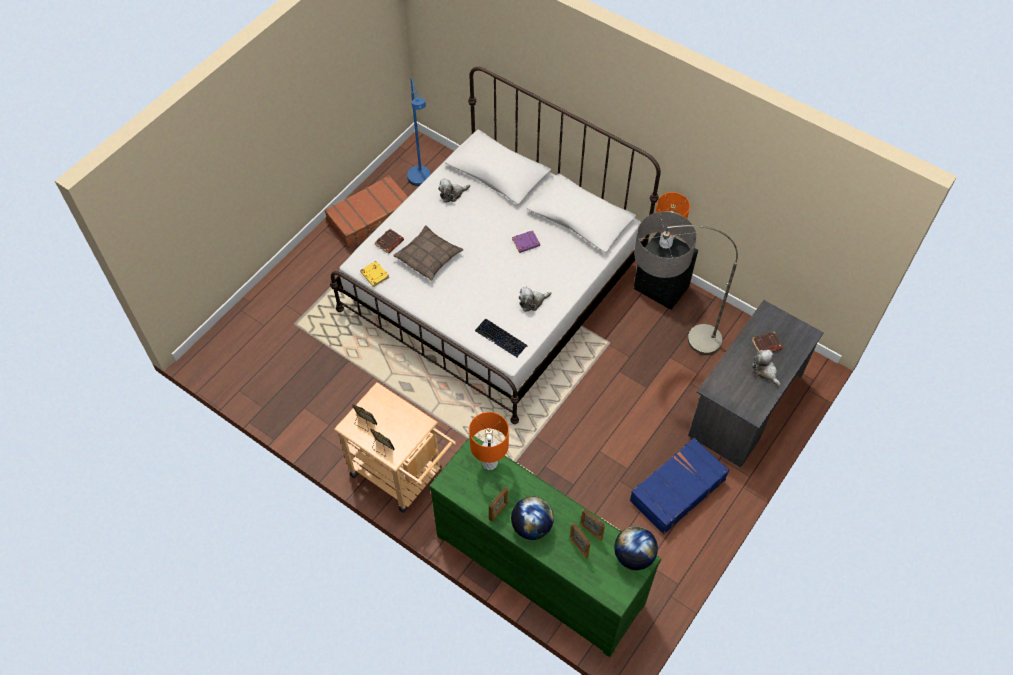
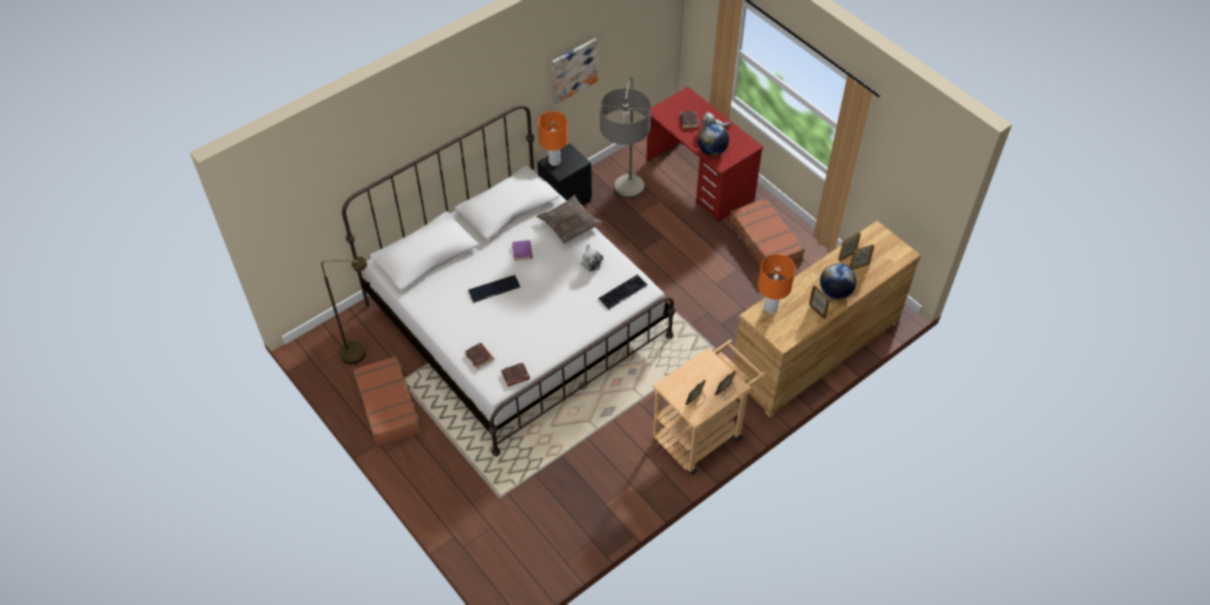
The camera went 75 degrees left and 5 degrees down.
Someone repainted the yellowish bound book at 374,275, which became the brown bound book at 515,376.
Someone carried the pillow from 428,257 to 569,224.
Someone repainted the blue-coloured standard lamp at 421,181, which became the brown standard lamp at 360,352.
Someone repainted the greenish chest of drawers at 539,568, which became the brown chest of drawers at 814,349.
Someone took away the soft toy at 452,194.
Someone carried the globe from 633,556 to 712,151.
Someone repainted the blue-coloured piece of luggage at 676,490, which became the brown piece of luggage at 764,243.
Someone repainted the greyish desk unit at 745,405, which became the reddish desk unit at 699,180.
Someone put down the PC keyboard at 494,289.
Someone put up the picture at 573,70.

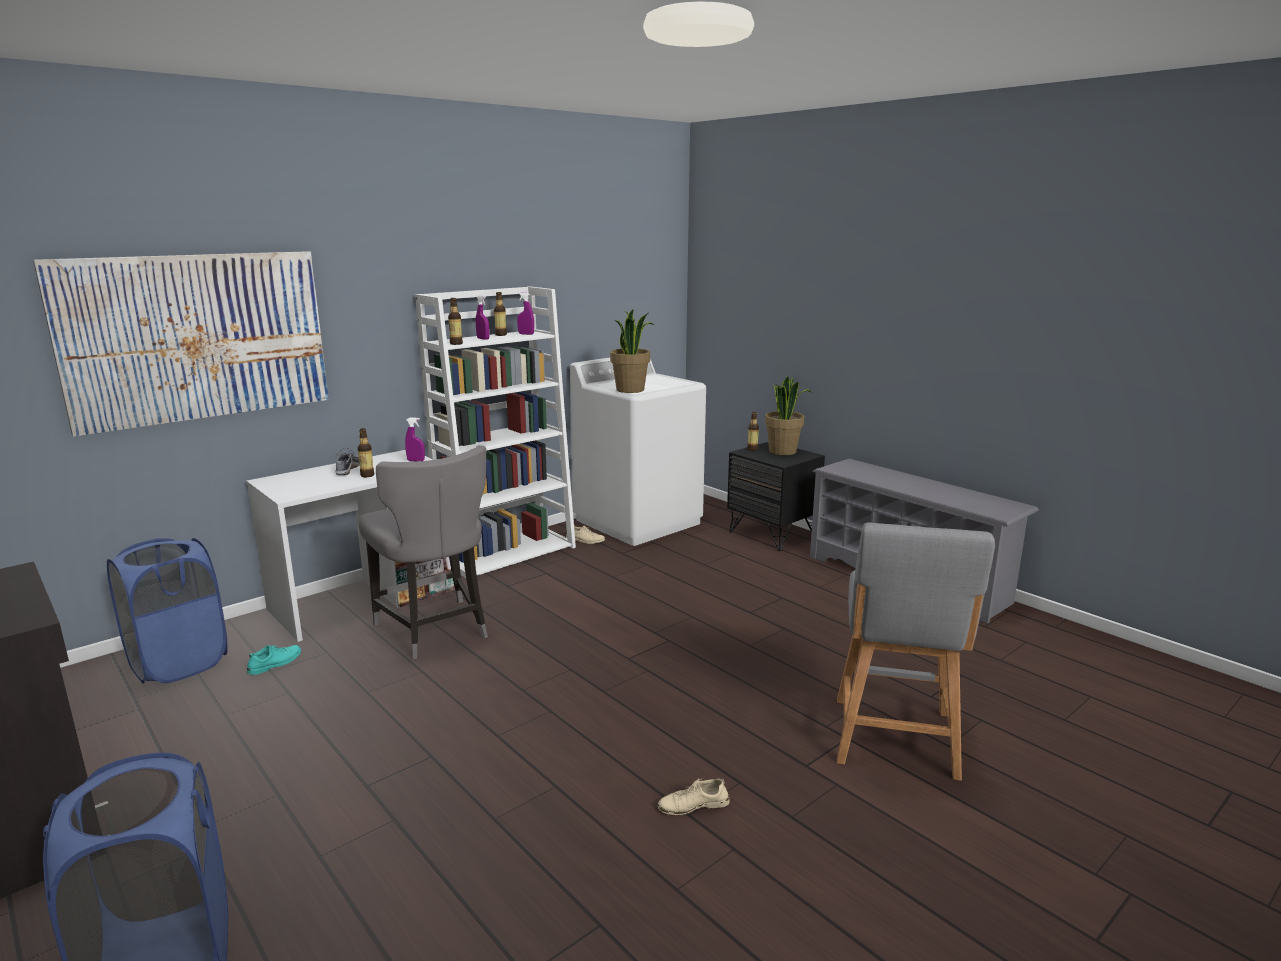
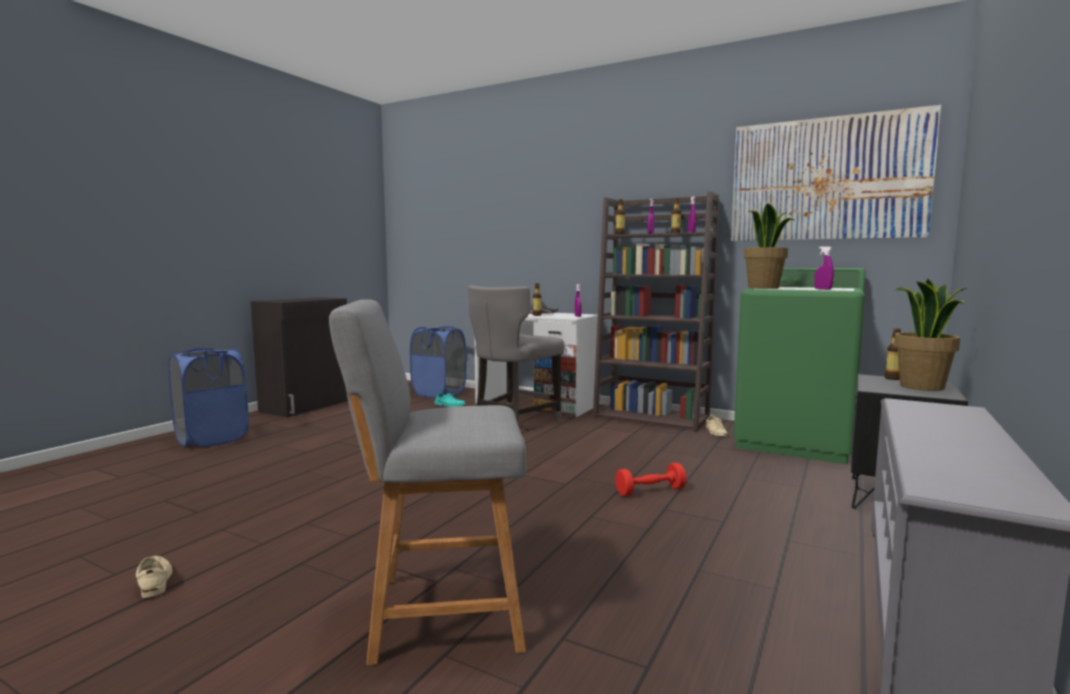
The camera went 70 degrees right and 10 degrees down.
Someone carried the picture from 197,337 to 827,179.
Someone repainted the white-coloured bookcase at 508,553, which became the brown bookcase at 652,418.
Someone repainted the white-coloured laundry machine at 638,521, which became the greenish laundry machine at 795,442.
Someone carried the sand-coloured item of footwear from 693,805 to 155,580.
Someone put down the reddish free weight at 650,491.
Someone put down the purple sprayer at 823,289.

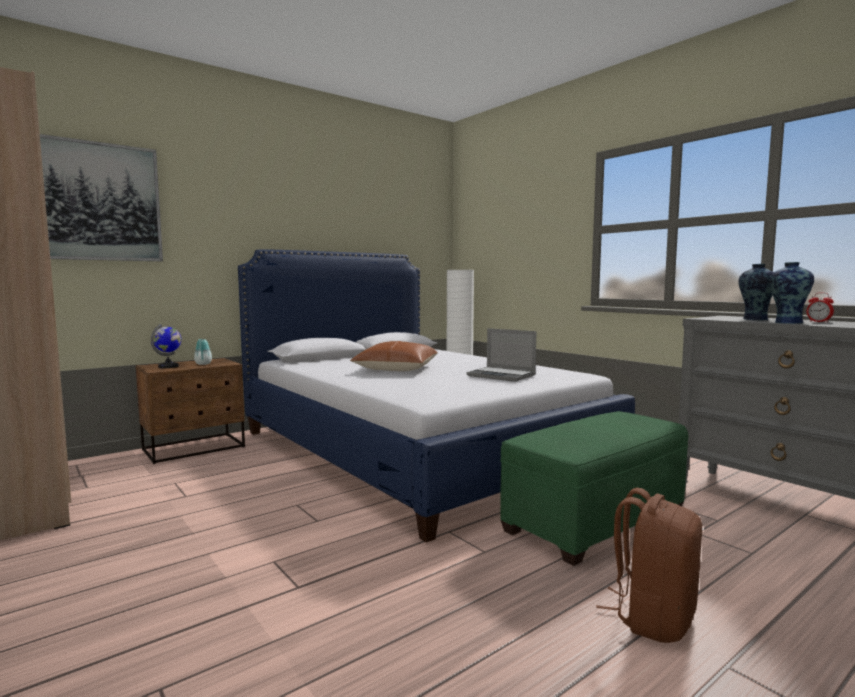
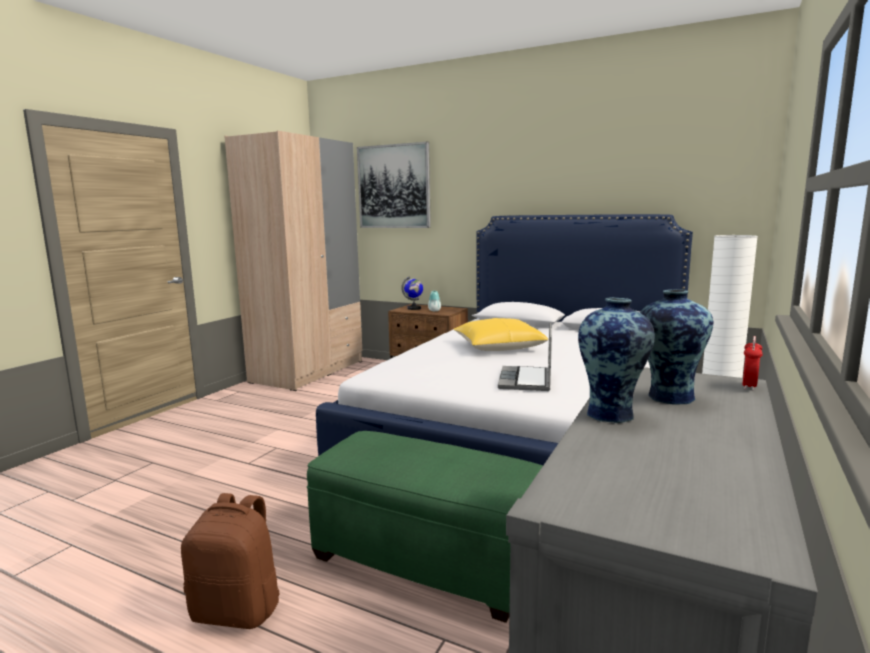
The camera went 65 degrees right and 5 degrees up.
Someone repainted the brown pillow at 396,369, which became the yellowish pillow at 498,347.
Someone carried the bedside clock from 819,322 to 749,386.

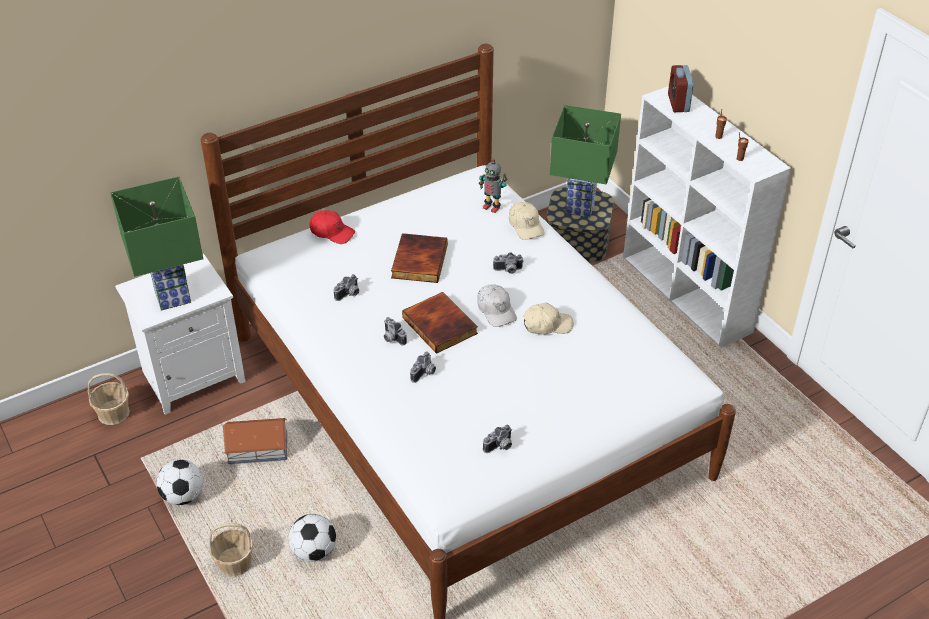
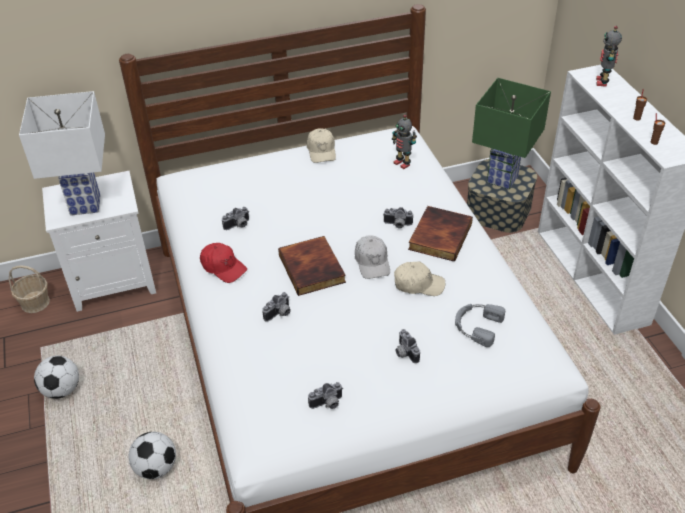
The camera went 15 degrees right and 0 degrees up.
Someone repainted the greenish table lamp at 172,298, which became the white-coloured table lamp at 84,205.
Someone took away the basket at 234,562.
Someone took away the toy house at 258,448.
Someone carried the reddish peaked cap from 332,232 to 223,267.
Someone carried the still camera from 392,338 to 404,353.
Someone carried the bound book from 418,261 to 439,236.
Someone carried the sand-coloured peaked cap from 526,226 to 321,151.
Someone swapped the bedside clock at 678,103 for the model robot at 603,82.
Someone put down the greyish headset at 477,326.

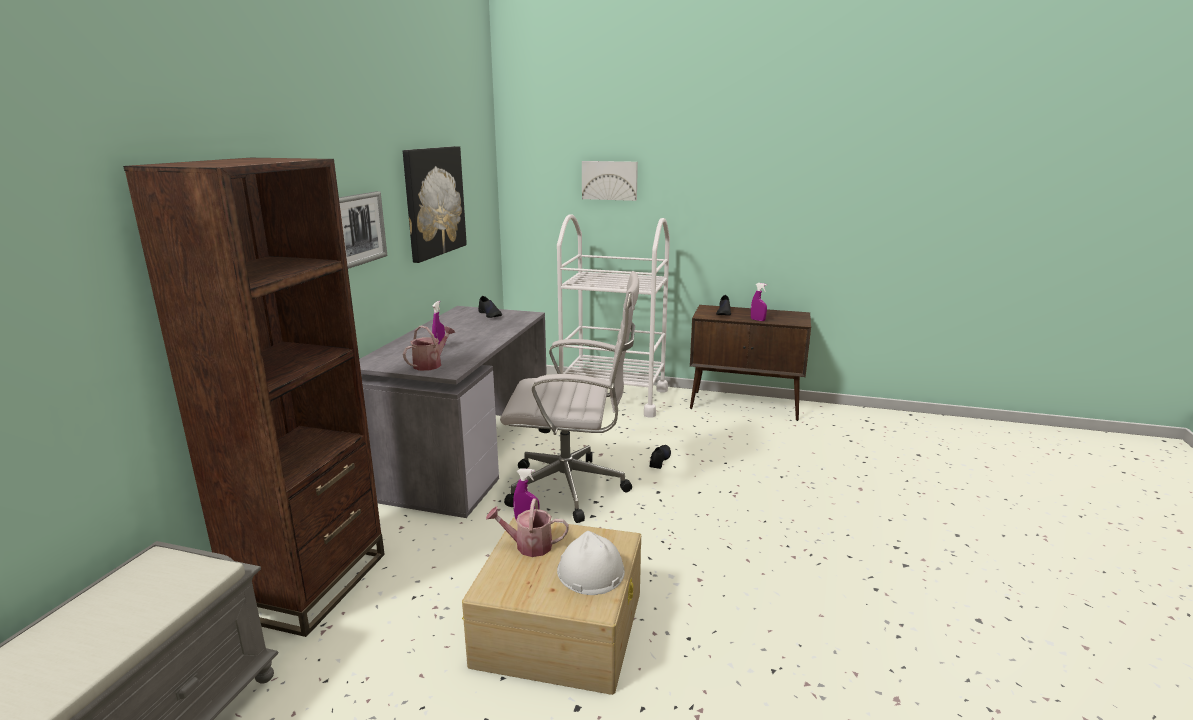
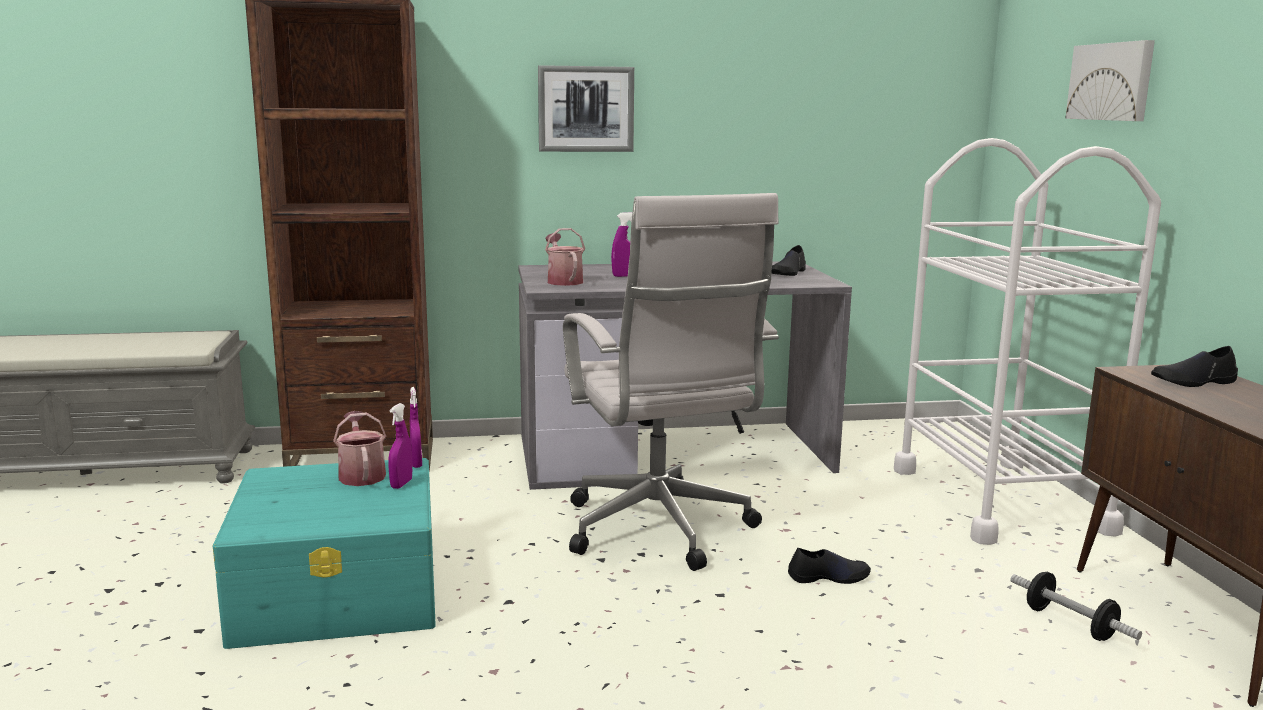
The camera went 65 degrees right and 5 degrees down.
Someone took away the picture at 434,202.
Someone rotated the watering can at 430,364 by 120 degrees counterclockwise.
Someone repainted the sand-coloured storage container at 560,626, which became the turquoise storage container at 340,590.
Someone took away the white-coloured safety helmet at 590,571.
Someone carried the purple sprayer from 757,320 to 401,484.
Someone put down the free weight at 1070,624.

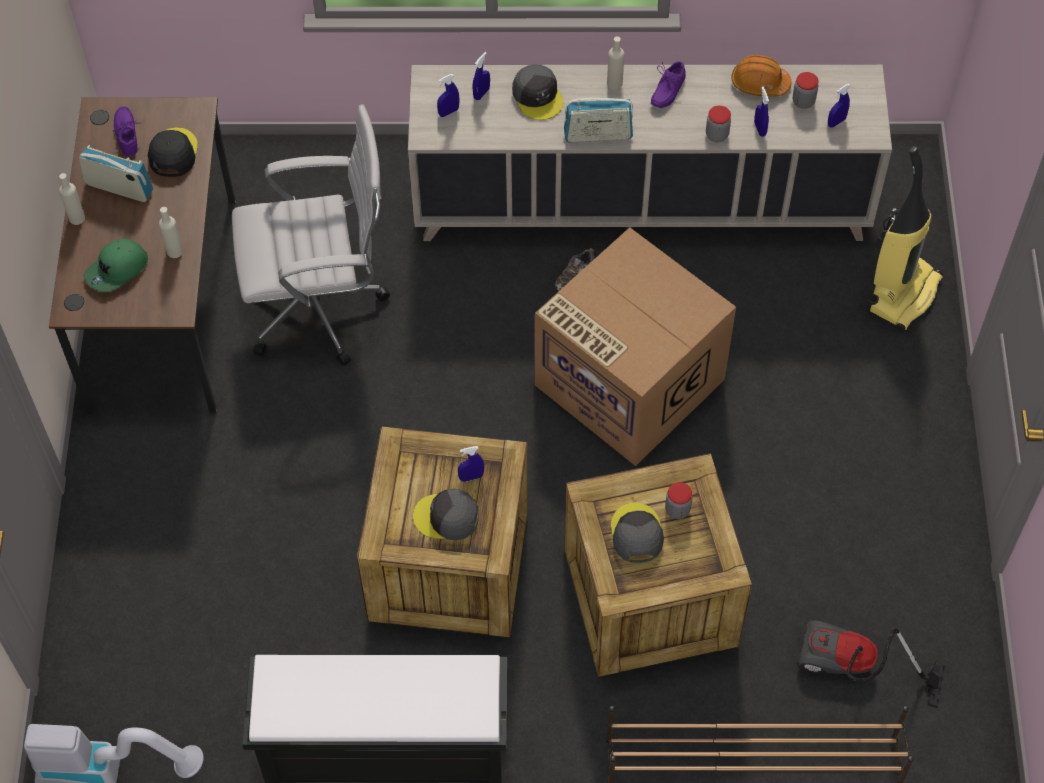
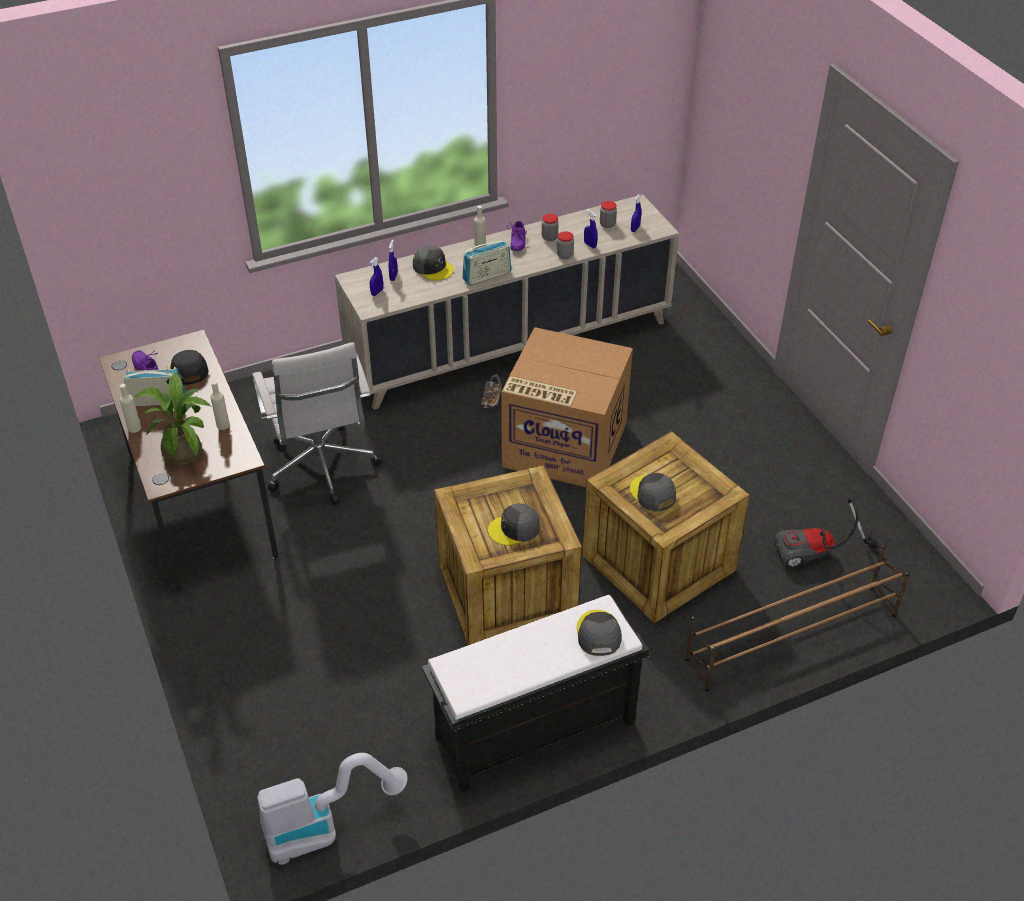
The camera went 25 degrees left and 15 degrees down.
Someone swapped the greenish peaked cap at 117,270 for the potted plant at 184,449.
Someone rotated the white-coloured desk chair at 321,307 by 105 degrees clockwise.
Someone took away the blue-coloured sprayer at 471,477.
Someone carried the jar from 677,509 to 549,237.
Someone took away the orangey safety helmet at 759,83.
Someone took away the hoover at 902,293.
Someone put down the greyish peaked cap at 598,634.

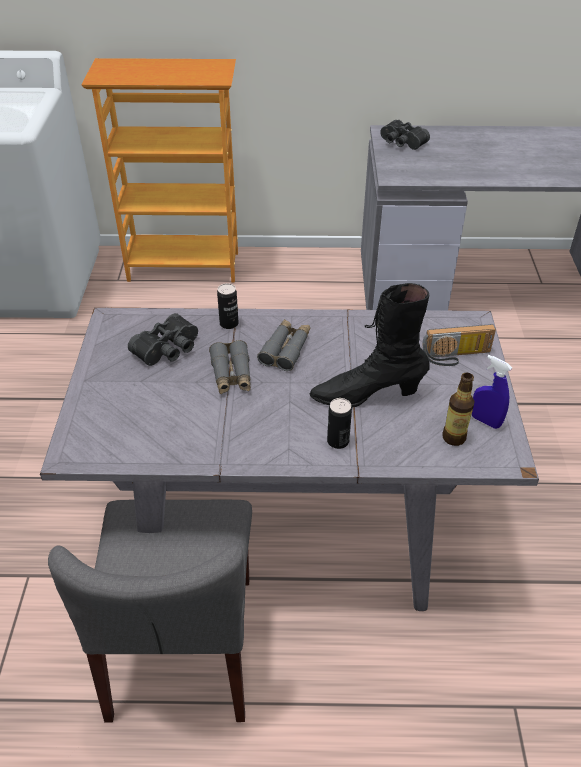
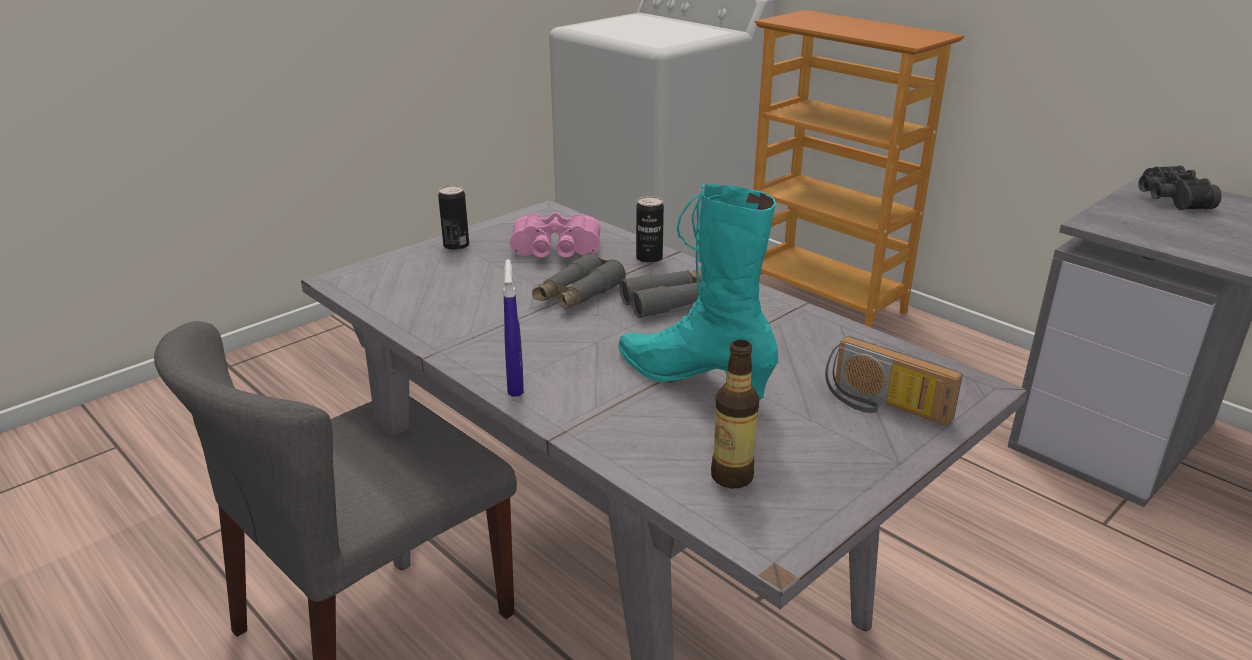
The camera went 45 degrees right and 15 degrees down.
Someone repainted the black-coloured pair of binoculars at 169,350, which became the pink pair of binoculars at 555,252.
Someone repainted the black-coloured boot at 366,395, which became the turquoise boot at 693,380.
Someone carried the metal can from 338,441 to 456,245.
Someone carried the blue-coloured sprayer from 485,421 to 515,385.

